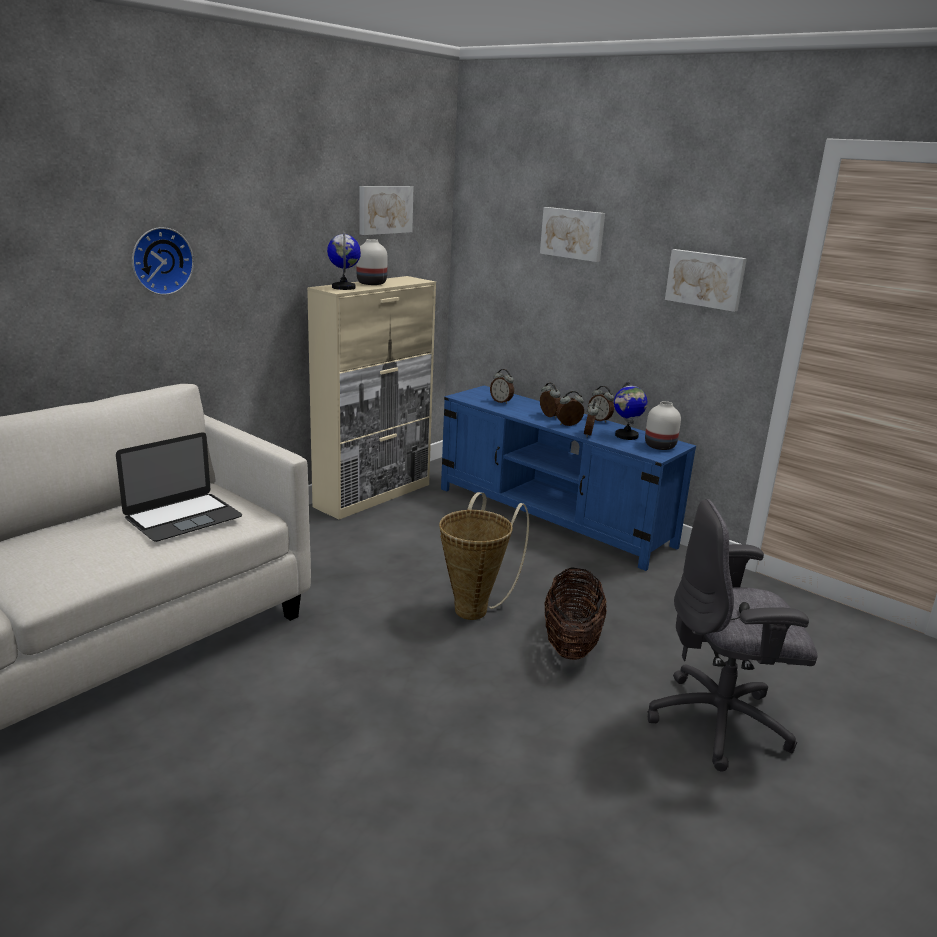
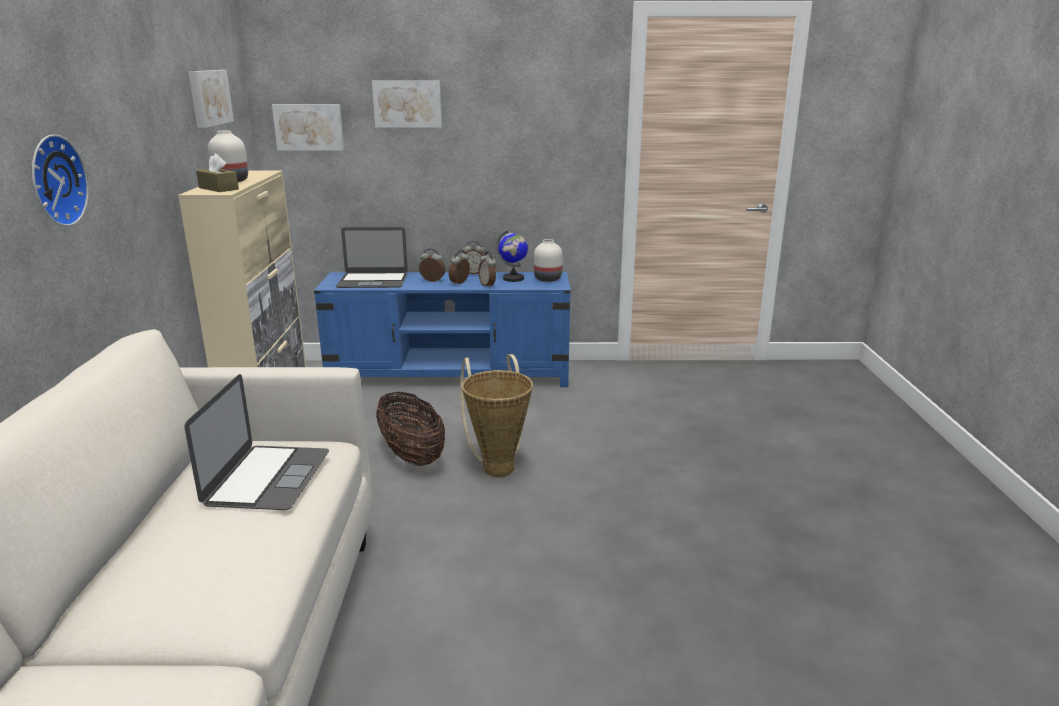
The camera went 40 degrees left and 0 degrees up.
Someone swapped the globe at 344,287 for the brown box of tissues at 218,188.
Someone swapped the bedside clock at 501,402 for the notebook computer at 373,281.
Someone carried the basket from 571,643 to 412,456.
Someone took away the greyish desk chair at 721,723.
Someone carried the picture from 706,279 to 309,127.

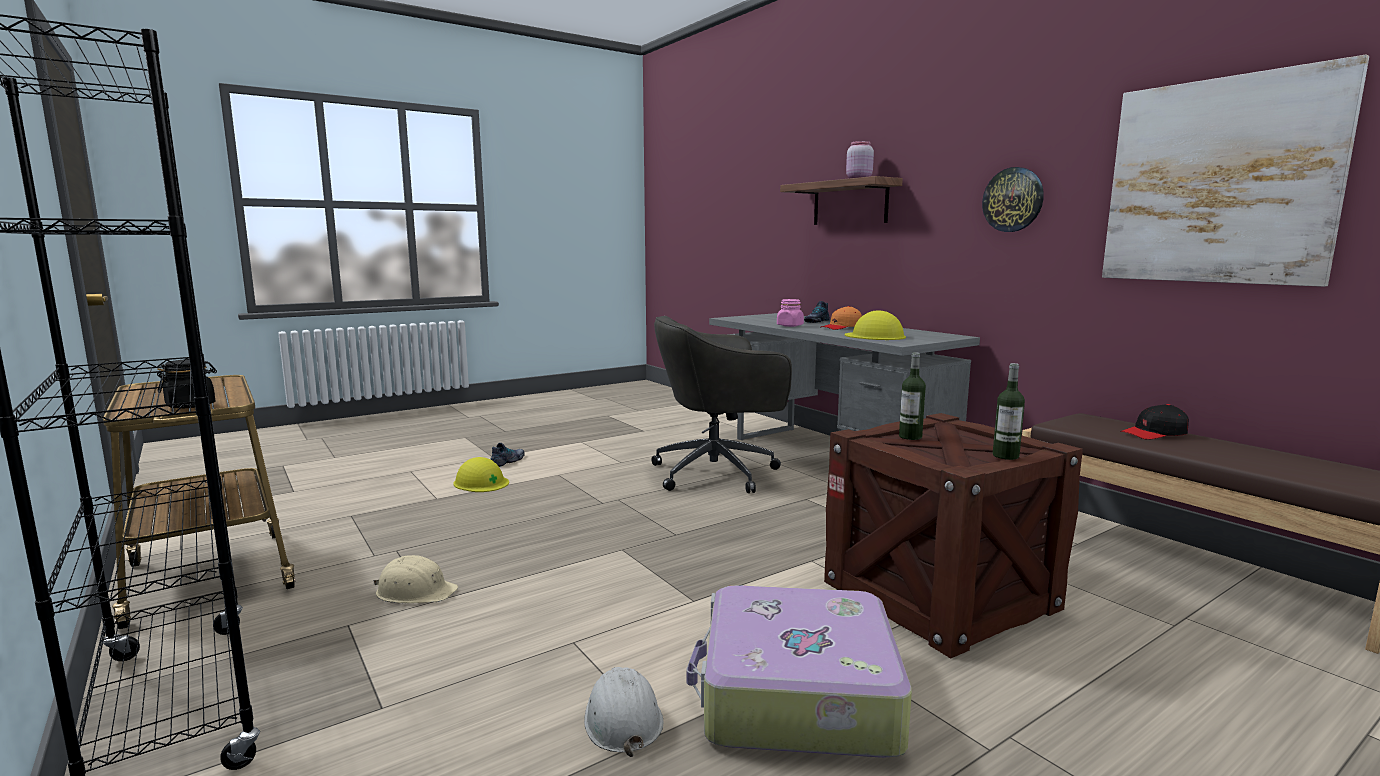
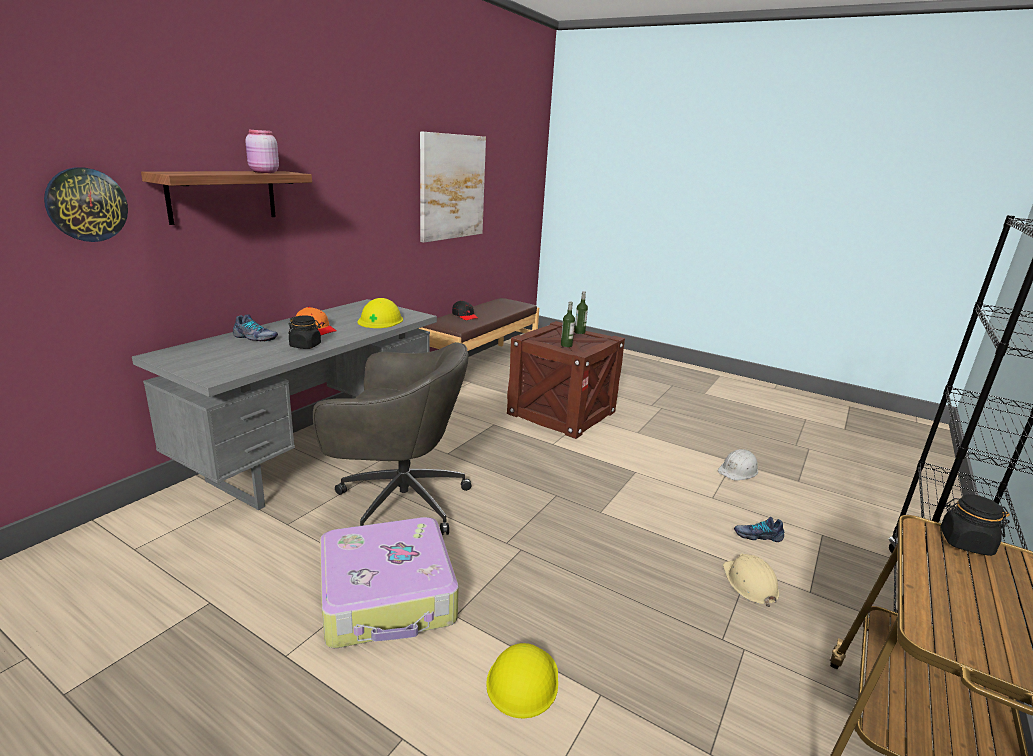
The camera went 115 degrees left and 10 degrees up.
Someone carried the item of footwear from 508,461 to 757,535.
Someone rotated the greyish desk chair at 718,473 by 45 degrees counterclockwise.
Someone carried the piece of luggage from 796,694 to 388,596.
Someone repainted the pink jar at 790,325, which became the black-coloured jar at 305,346.
Someone carried the clock on the wall from 1013,200 to 86,205.

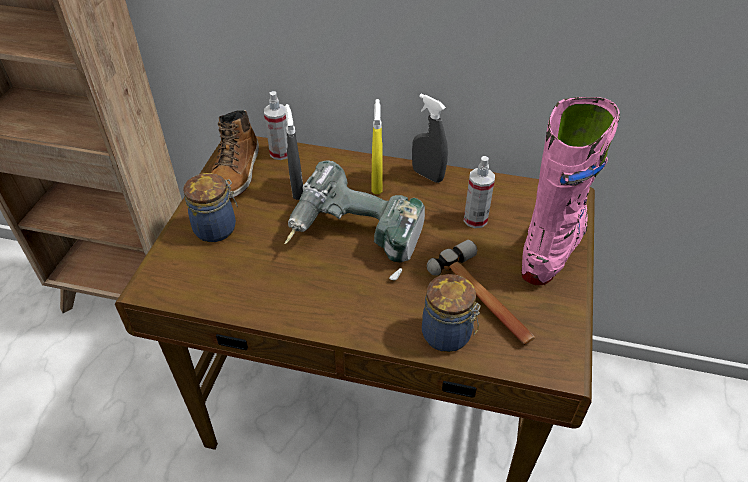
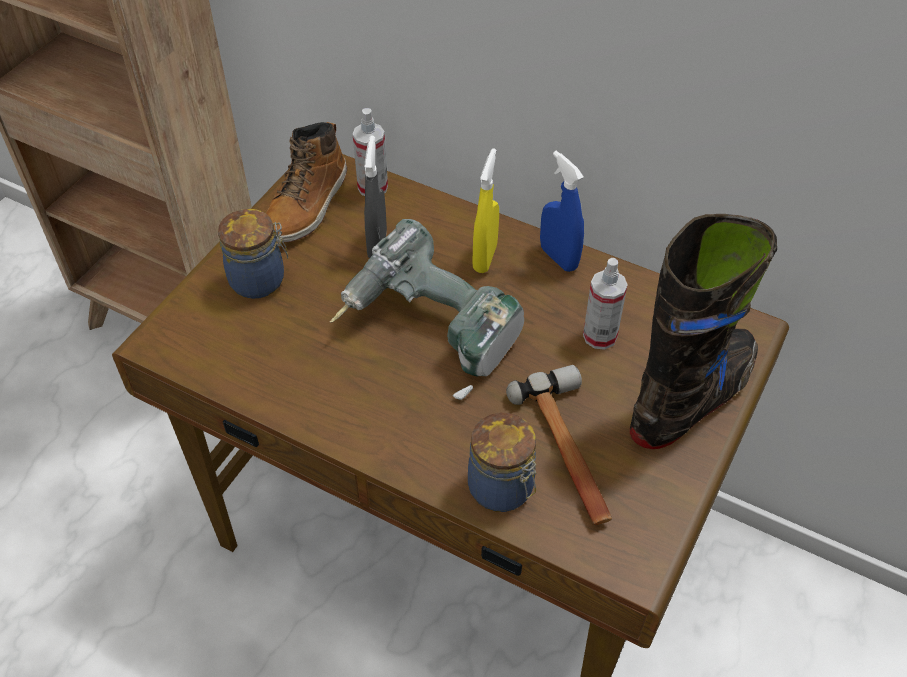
The camera went 15 degrees right and 5 degrees up.
Someone repainted the greyish sprayer at 427,175, which became the blue-coloured sprayer at 558,258.
Someone repainted the pink boot at 553,247, which became the black-coloured boot at 691,399.

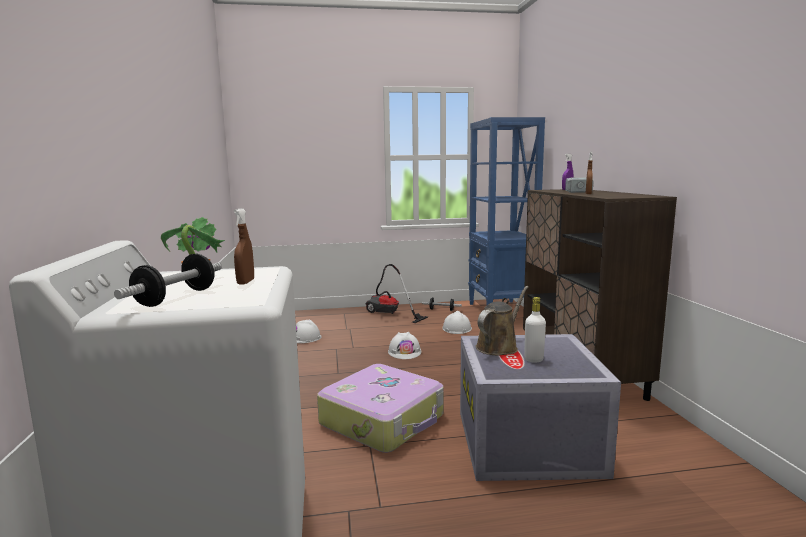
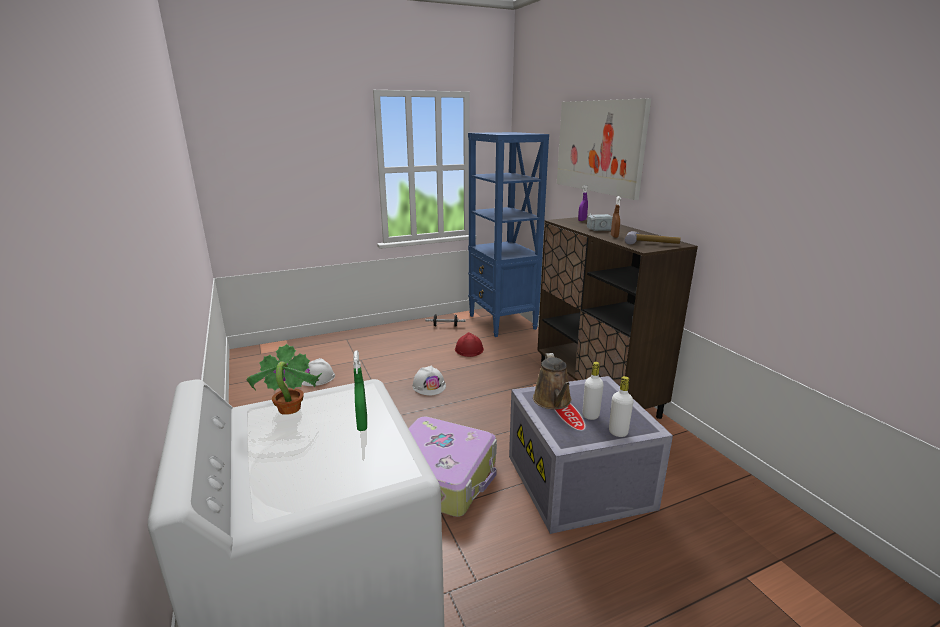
The camera went 15 degrees left and 10 degrees up.
Someone took away the free weight at 176,298.
Someone repainted the brown sprayer at 245,282, which became the greenish sprayer at 362,424.
Someone took away the hoover at 389,314.
Someone repainted the white-coloured safety helmet at 457,328, which became the reddish safety helmet at 469,349.
Someone rotated the brown watering can at 499,346 by 150 degrees clockwise.
Someone put up the picture at 599,147.
Someone put down the white-coloured drink bottle at 618,432.
Someone put down the tool hammer at 651,243.

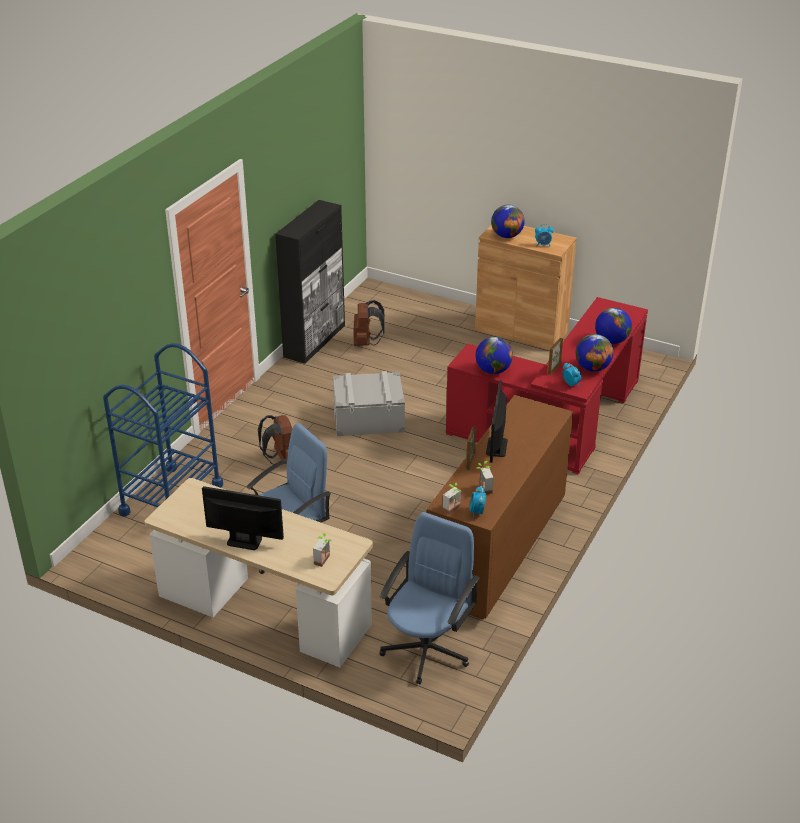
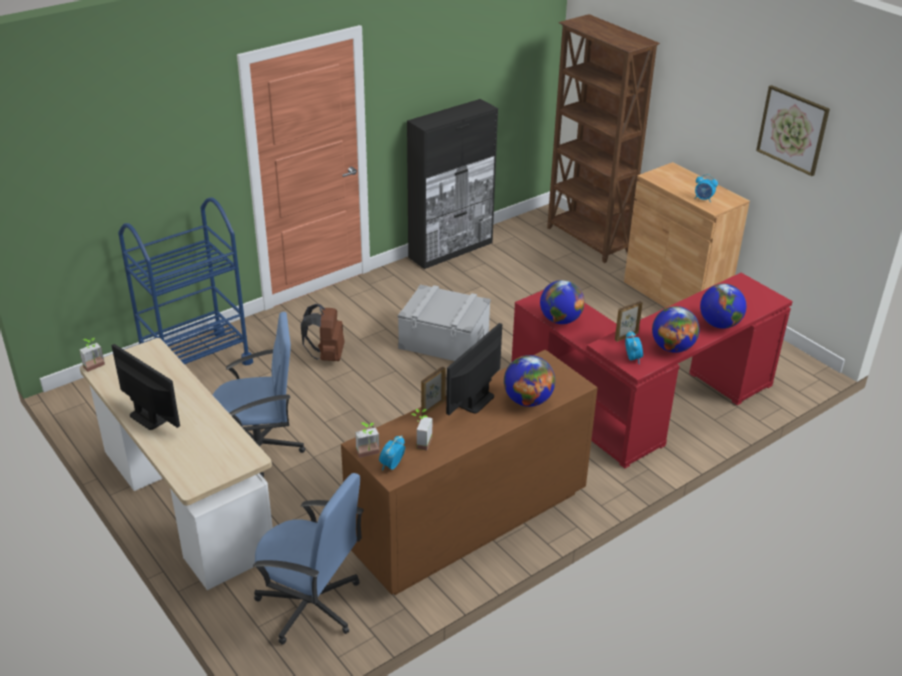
The camera went 25 degrees right and 0 degrees up.
Someone carried the potted plant from 325,561 to 96,368.
Someone took away the brown knapsack at 366,343.
Someone rotated the blue-coloured desk chair at 427,649 by 60 degrees clockwise.
Someone carried the globe from 507,236 to 528,400.
Someone put down the brown bookcase at 587,240.
Someone put up the picture at 792,130.

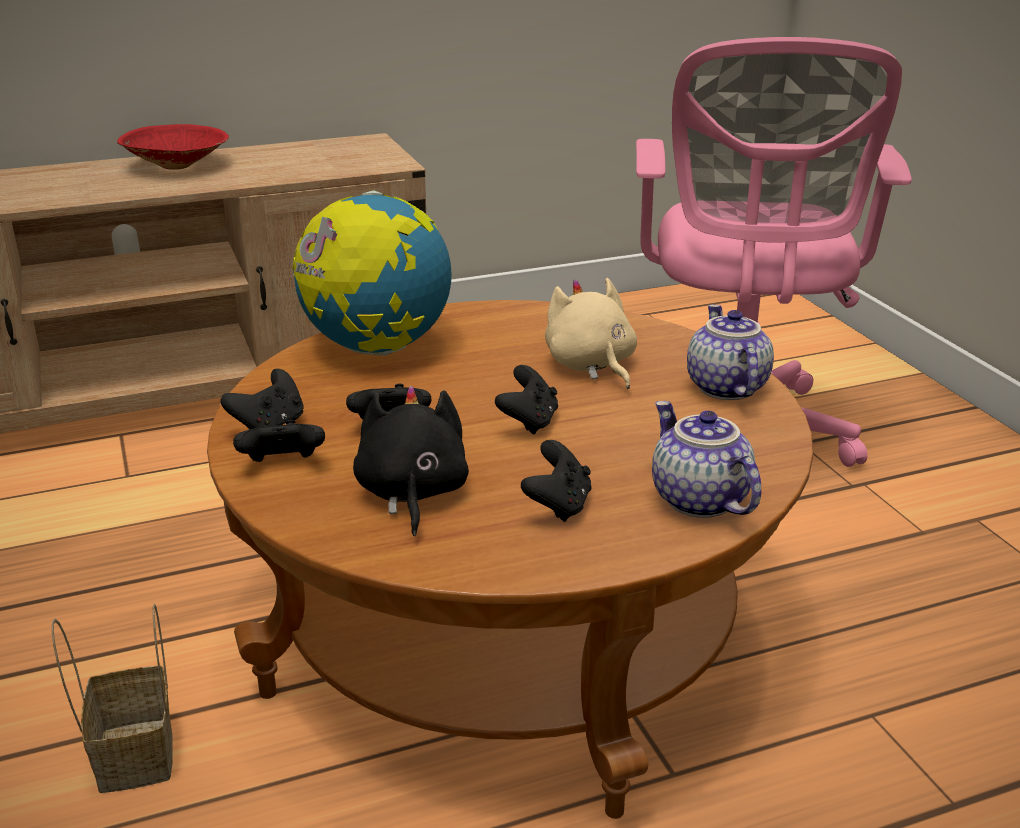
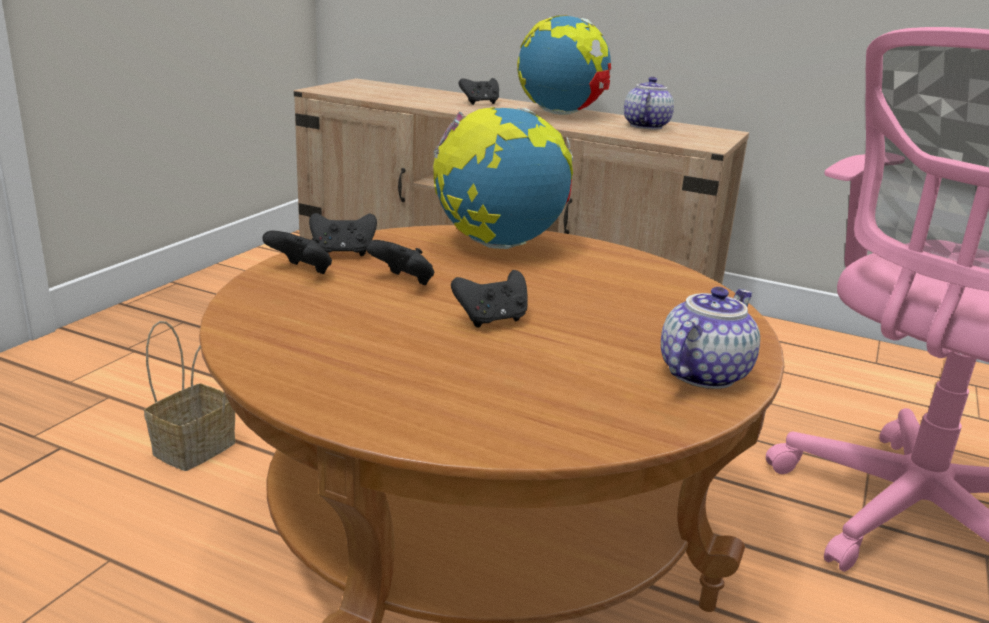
The camera went 45 degrees right and 5 degrees down.
Someone swapped the reddish deep dish at 179,166 for the globe at 561,113.
Someone took away the black-coloured soft toy at 411,494.
Someone carried the black-coloured game controller from 558,505 to 480,103.
Someone took away the sand-coloured soft toy at 591,366.
Someone carried the teapot from 697,500 to 645,126.

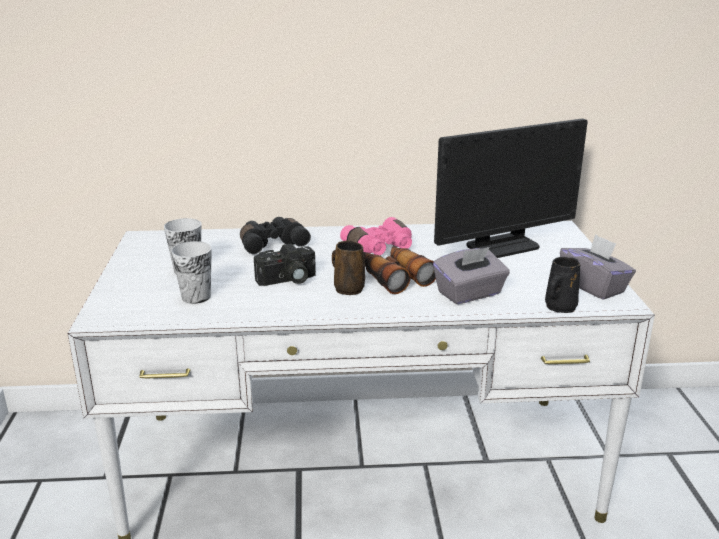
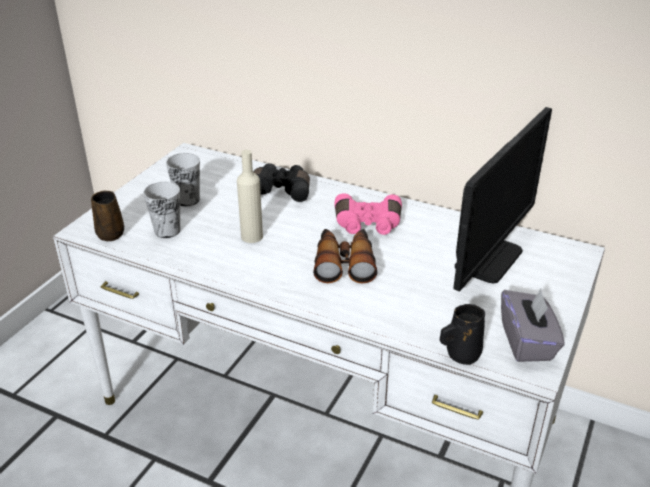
The camera went 30 degrees right and 10 degrees up.
Someone swapped the still camera at 287,280 for the sand-coloured drink bottle at 252,236.
Someone carried the brown mug from 348,288 to 111,233.
Someone took away the greyish box of tissues at 469,294.
Someone rotated the computer display at 502,246 by 60 degrees counterclockwise.

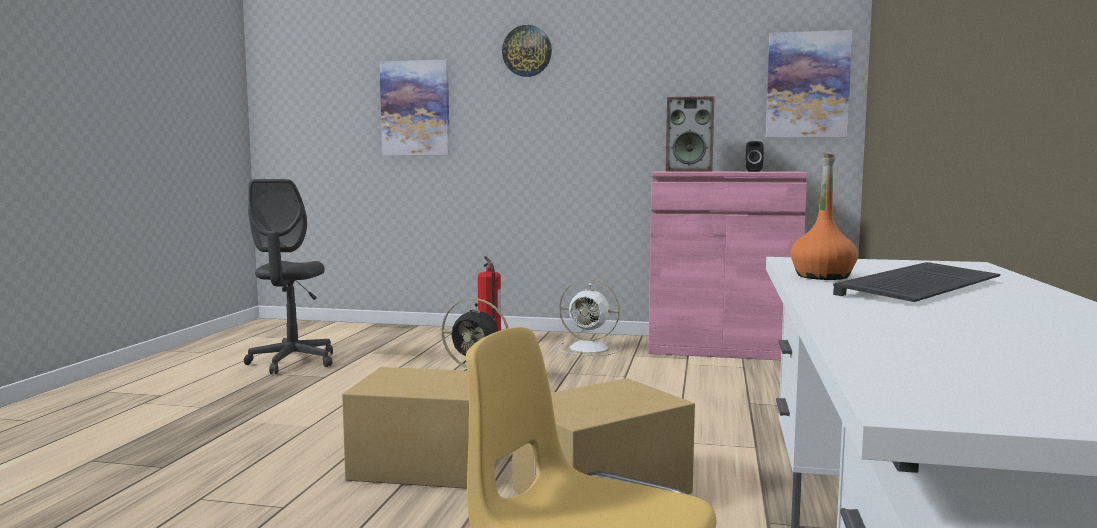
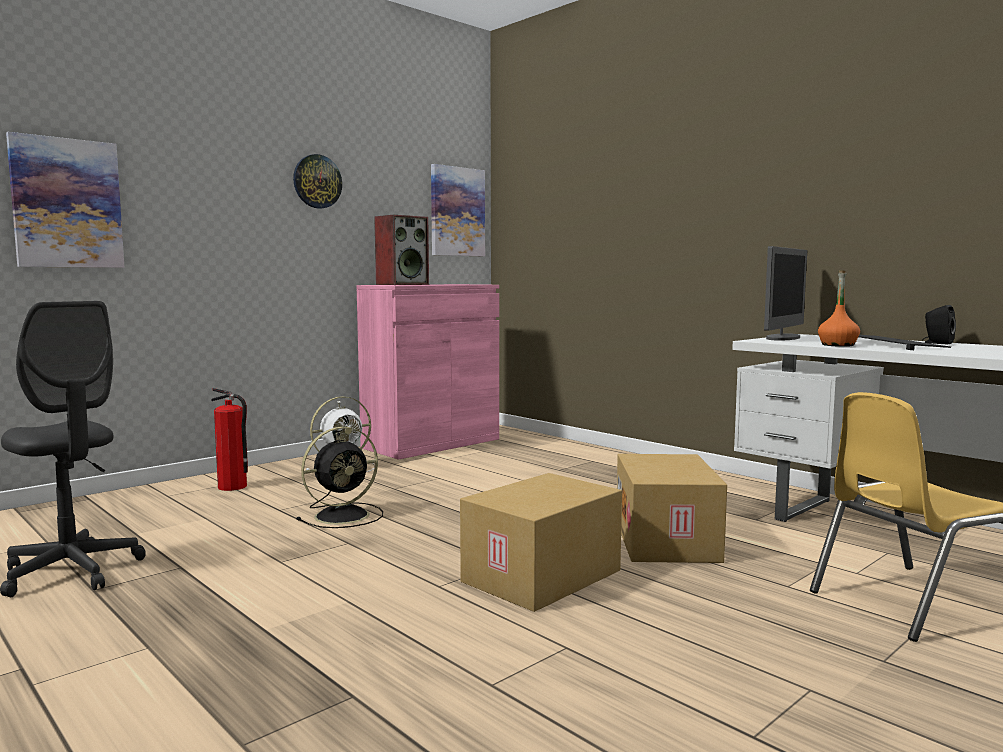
The camera went 55 degrees left and 0 degrees up.
Someone carried the clock on the wall from 527,51 to 317,181.
Someone carried the black-coloured loudspeaker from 753,171 to 937,343.
Someone put down the computer display at 783,338.

